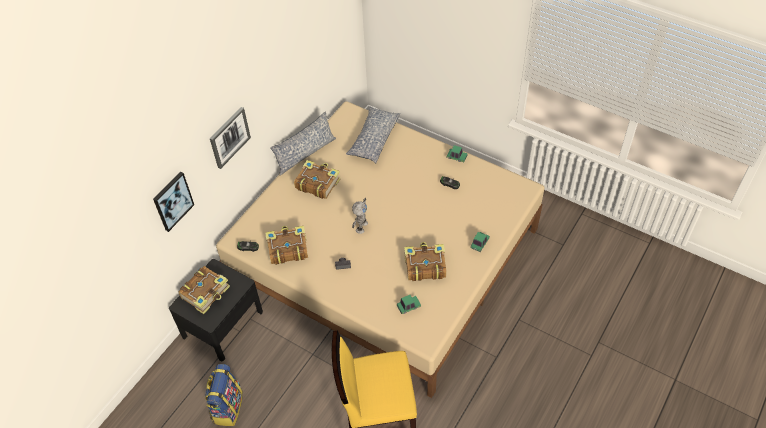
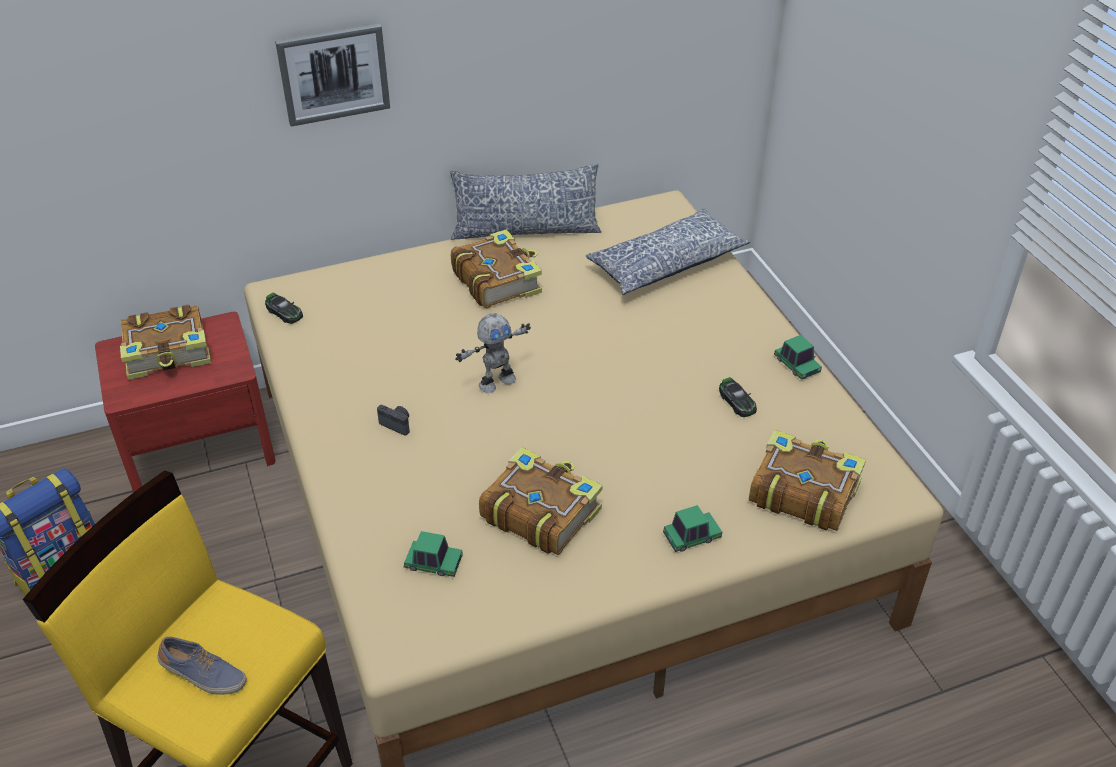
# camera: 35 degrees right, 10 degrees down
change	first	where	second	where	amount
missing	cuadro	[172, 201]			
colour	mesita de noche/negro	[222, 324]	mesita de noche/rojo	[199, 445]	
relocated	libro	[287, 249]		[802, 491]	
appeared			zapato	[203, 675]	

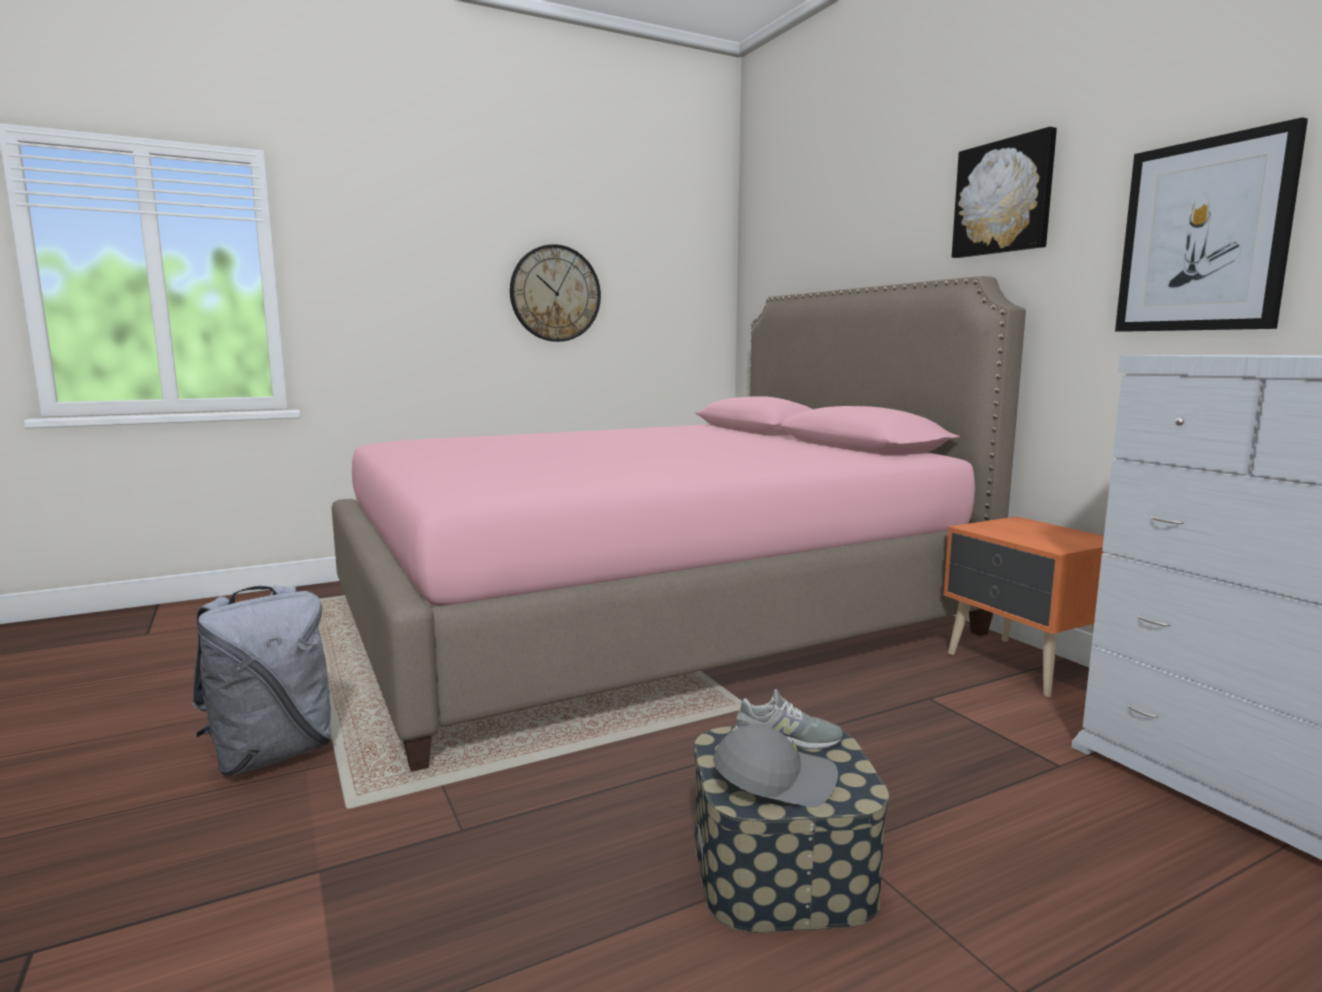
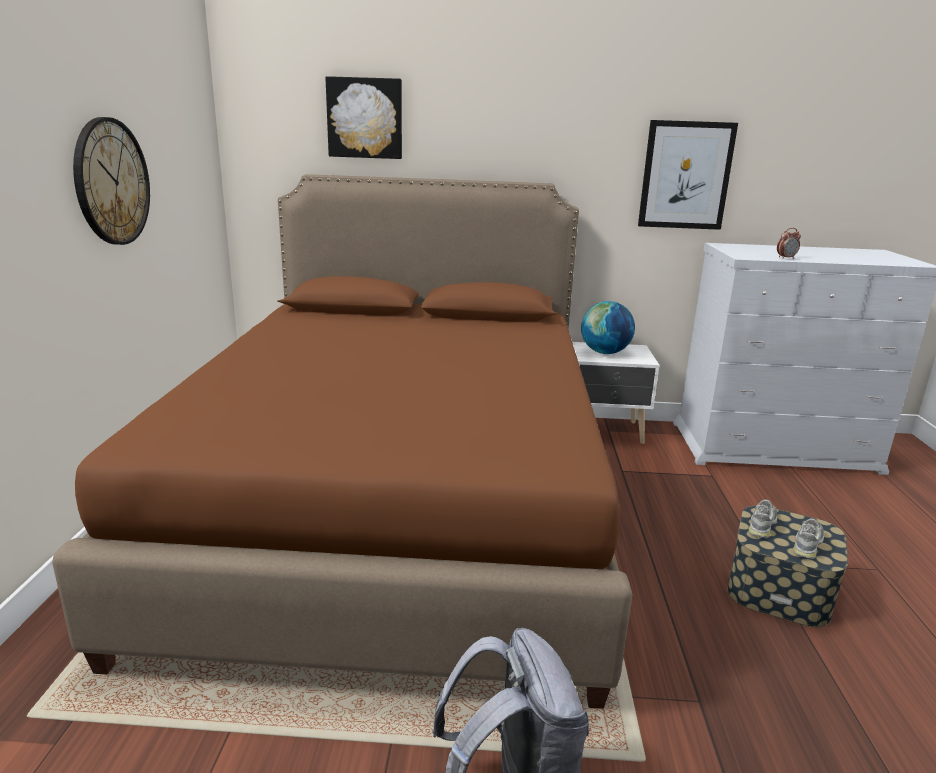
# camera: 60 degrees left, 10 degrees up
change	first	where	second	where	amount
colour	cama/rosa	[649, 617]	cama/marrón	[398, 505]	
exchanged	gorra/gris	[774, 780]	zapato/gris	[808, 544]	
colour	mesita de noche/naranja	[1023, 667]	mesita de noche/blanco	[605, 432]	
relocated	cuadro	[1004, 197]		[365, 118]	
appeared			globo terráqueo	[605, 352]	
appeared			despertador	[786, 258]	

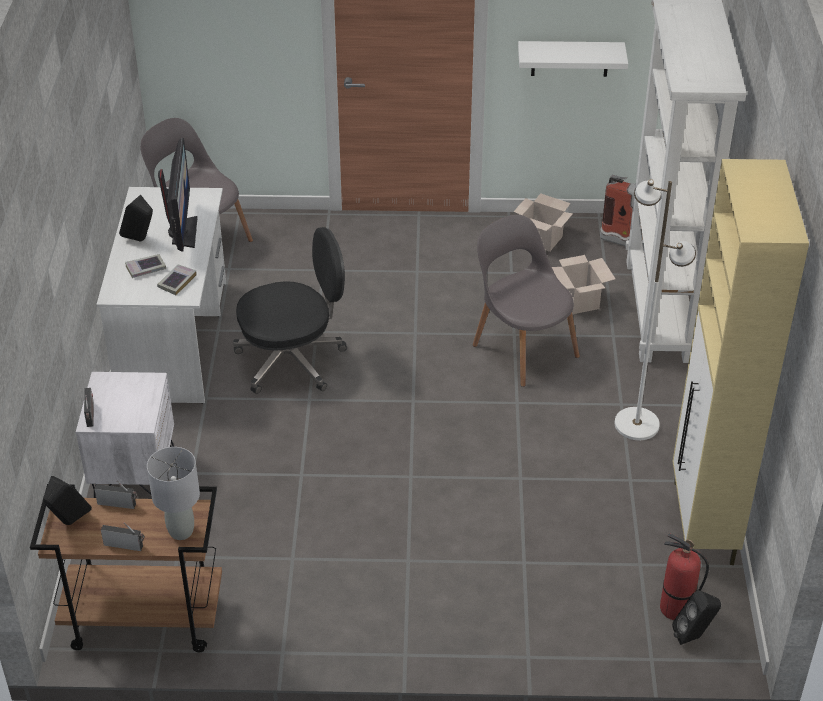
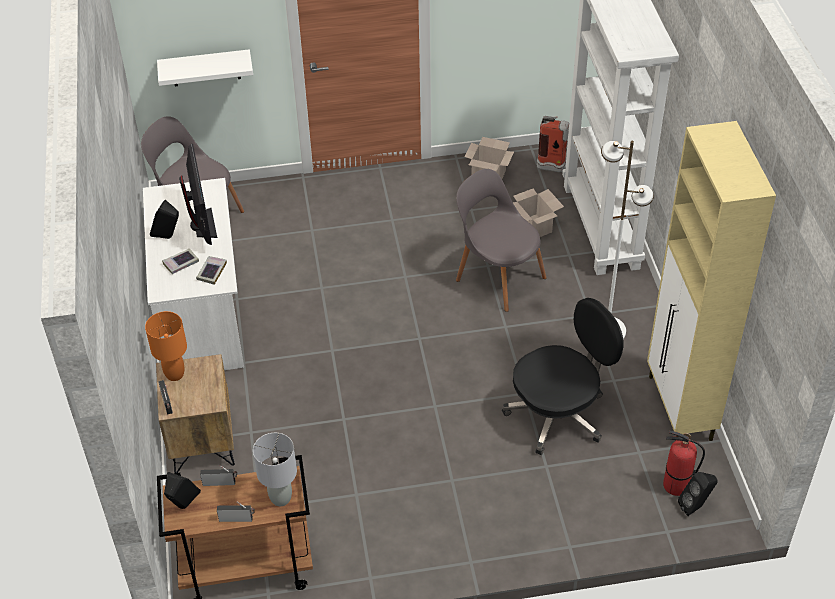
# camera: 10 degrees left, 5 degrees up
change	first	where	second	where	amount
colour	mesita de noche/blanco	[134, 475]	mesita de noche/marrón	[201, 442]	
relocated	silla de oficina/negro	[292, 360]		[558, 414]	
relocated	estante/blanco	[570, 58]		[205, 68]	
appeared			lámpara de mesa/naranja	[175, 374]	

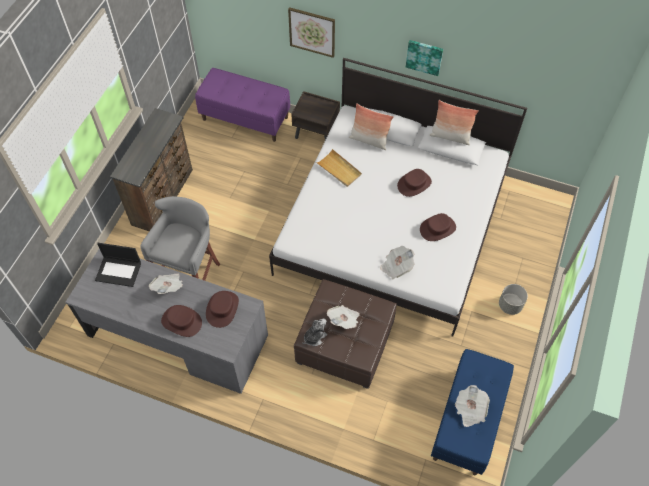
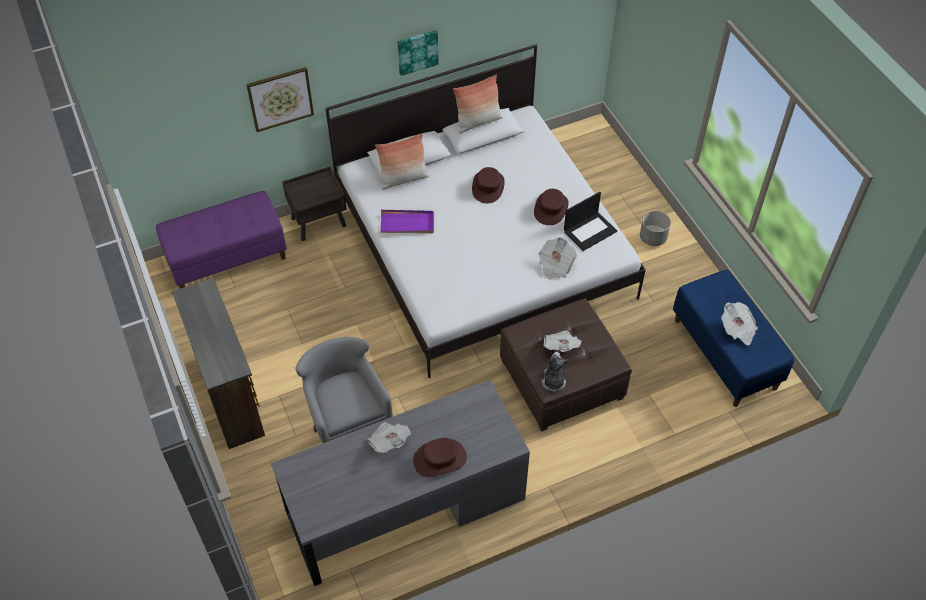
# camera: 45 degrees left, 5 degrees down
change	first	where	second	where	amount
relocated	portátil	[119, 271]		[590, 230]	
missing	sombrero/marrón	[222, 309]			
colour	bandeja/beis	[339, 169]	bandeja/morado	[407, 223]	

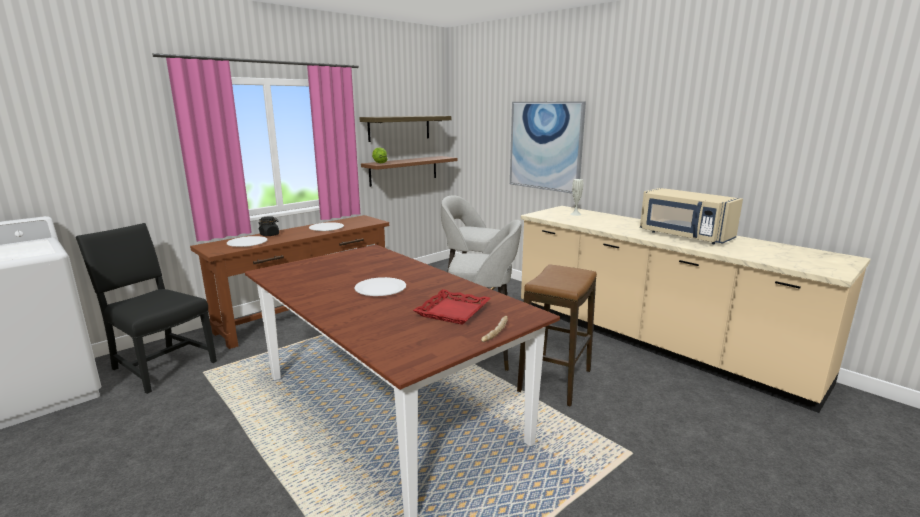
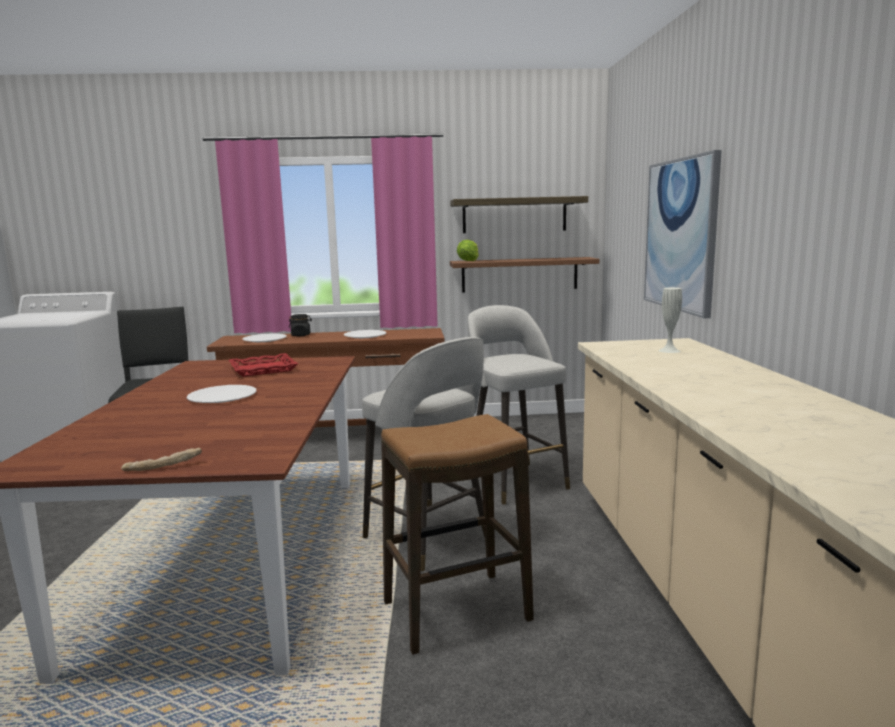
# camera: 40 degrees right, 5 degrees down
change	first	where	second	where	amount
relocated	bandeja/rojo	[452, 311]		[263, 369]	
missing	microondas/beis	[684, 236]			

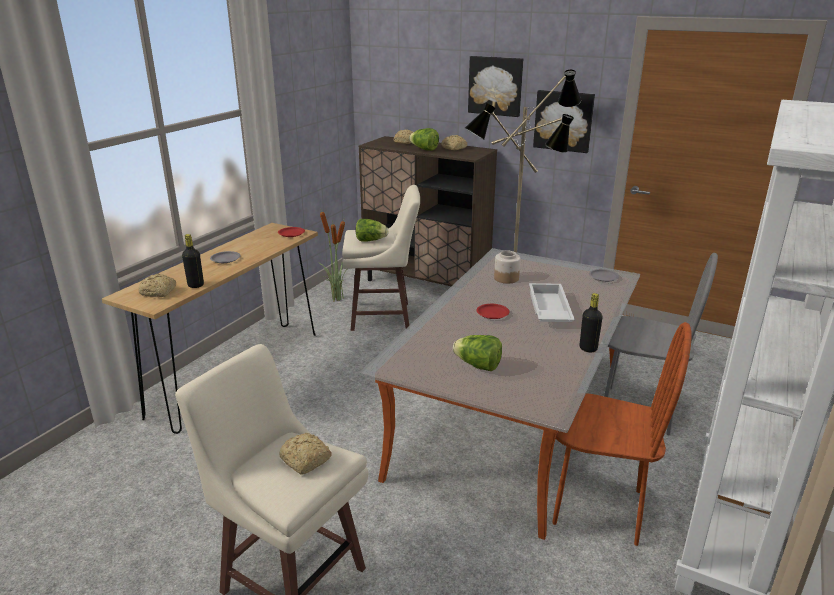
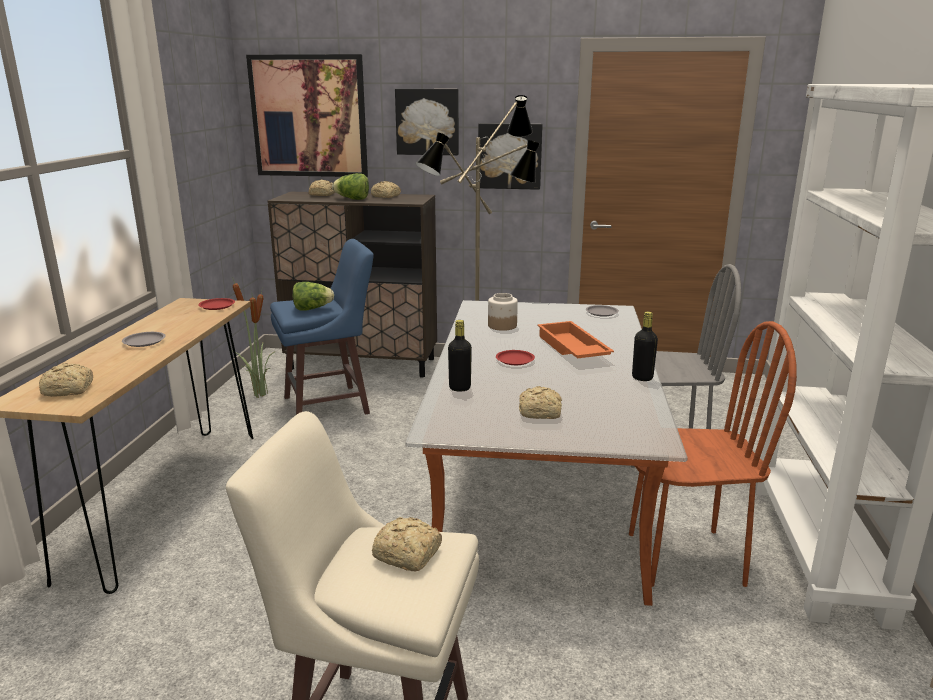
# camera: 20 degrees left, 5 degrees down
change	first	where	second	where	amount
relocated	botella/negro	[195, 285]		[459, 388]	
colour	taburete/beis	[383, 317]	taburete/azul	[329, 405]	
exchanged	lechuga	[478, 366]	pan	[541, 412]	
colour	bandeja/blanco	[548, 310]	bandeja/naranja	[571, 349]	
appeared			cuadro	[309, 116]	

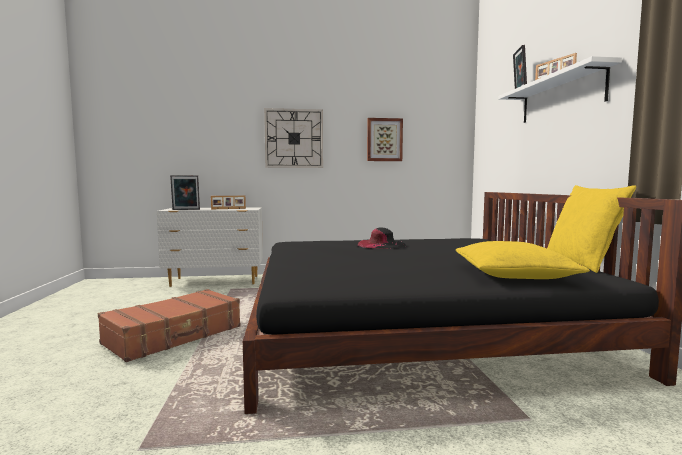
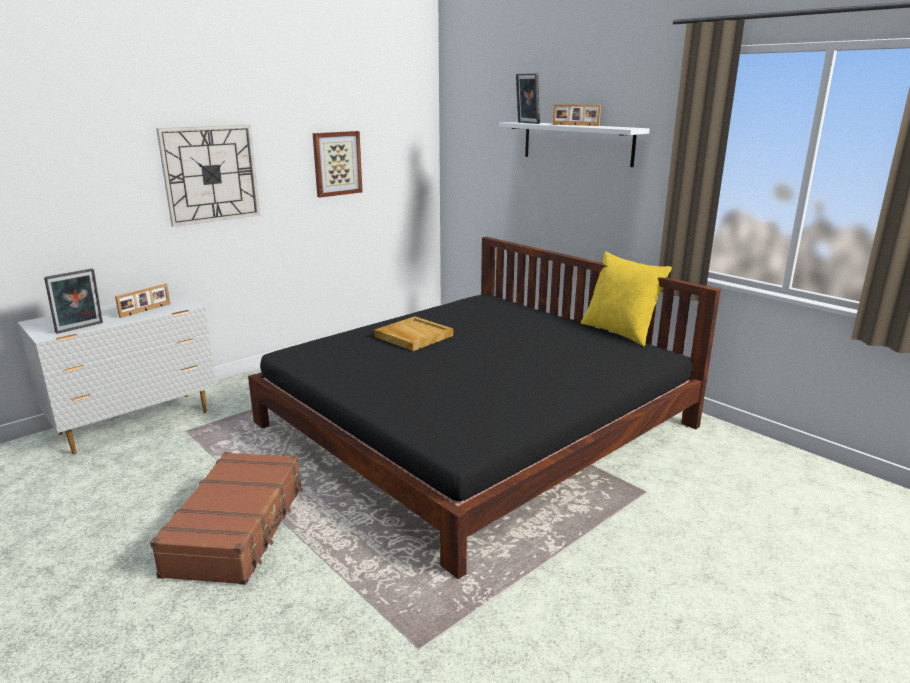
# camera: 35 degrees left, 15 degrees up
change	first	where	second	where	amount
exchanged	sombrero/negro	[381, 244]	bandeja/beis	[413, 336]	
missing	cojín/amarillo	[513, 274]			

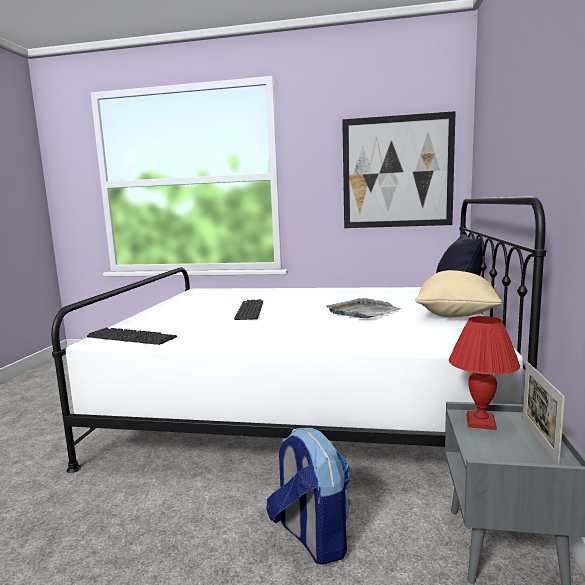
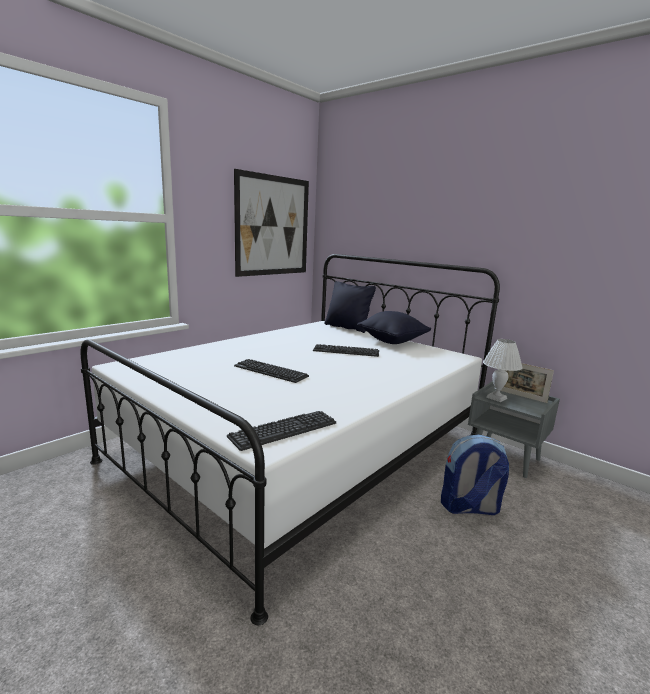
# camera: 60 degrees left, 5 degrees up
change	first	where	second	where	amount
exchanged	bandeja/gris	[363, 312]	teclado	[346, 351]	
colour	cojín/beis	[457, 315]	cojín/negro	[392, 341]	
colour	lámpara de mesa/rojo	[480, 422]	lámpara de mesa/blanco	[496, 398]	

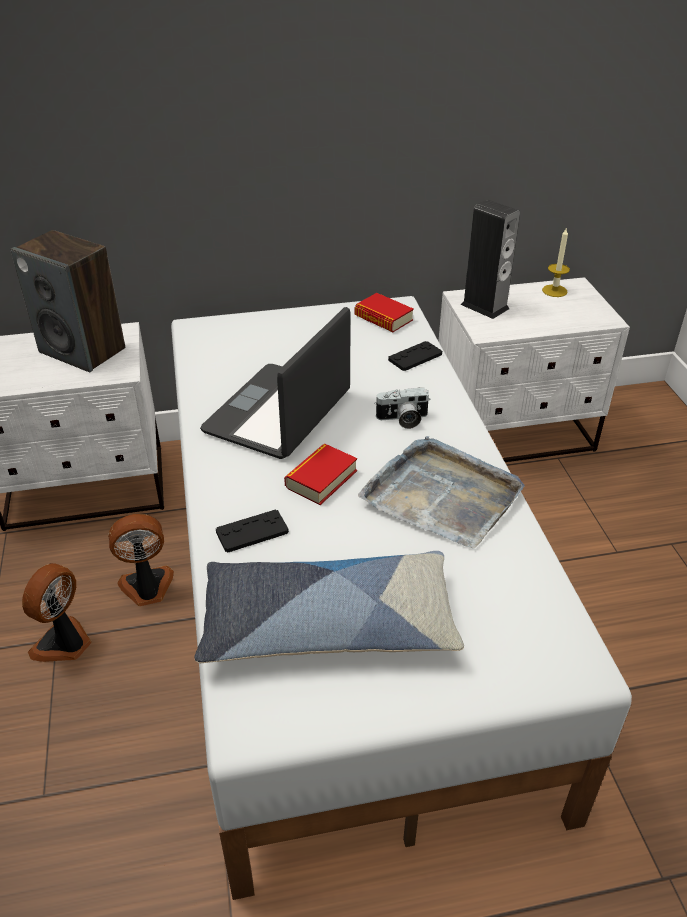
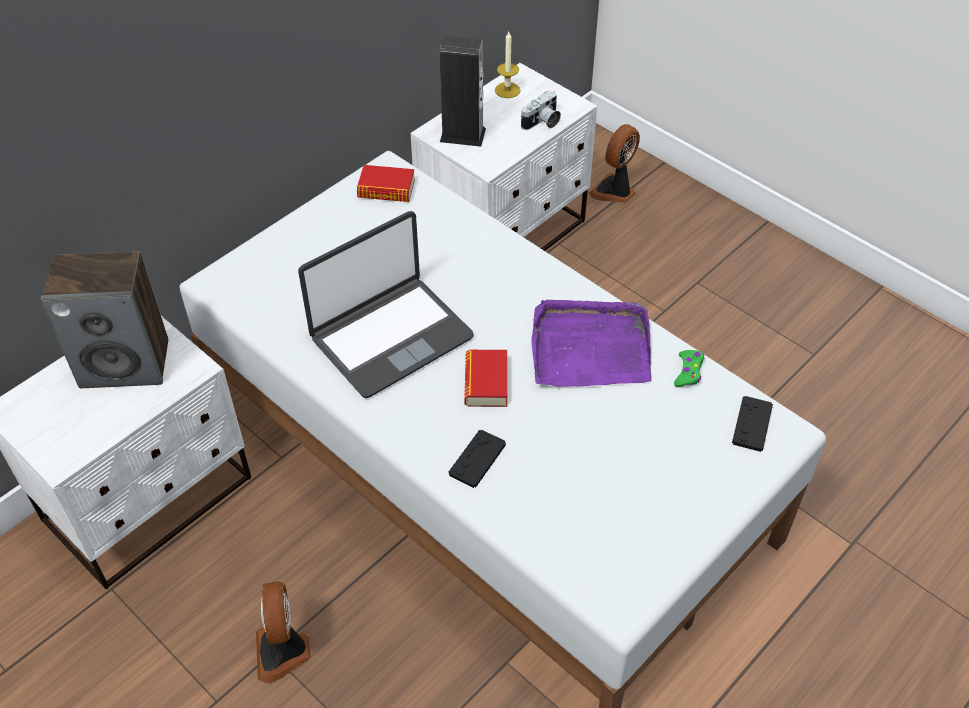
# camera: 35 degrees left, 10 degrees up
change	first	where	second	where	amount
relocated	ventilador	[147, 588]		[614, 191]	
missing	cojín	[327, 623]			
spun	portátil	[279, 413]		[390, 337]	120 degrees counterclockwise
colour	bandeja/gris	[442, 495]	bandeja/morado	[589, 347]	
relocated	cámara	[402, 420]		[542, 122]	
relocated	mando de consola/negro	[415, 357]		[752, 424]	
appeared			mando de consola/verde	[688, 372]	

